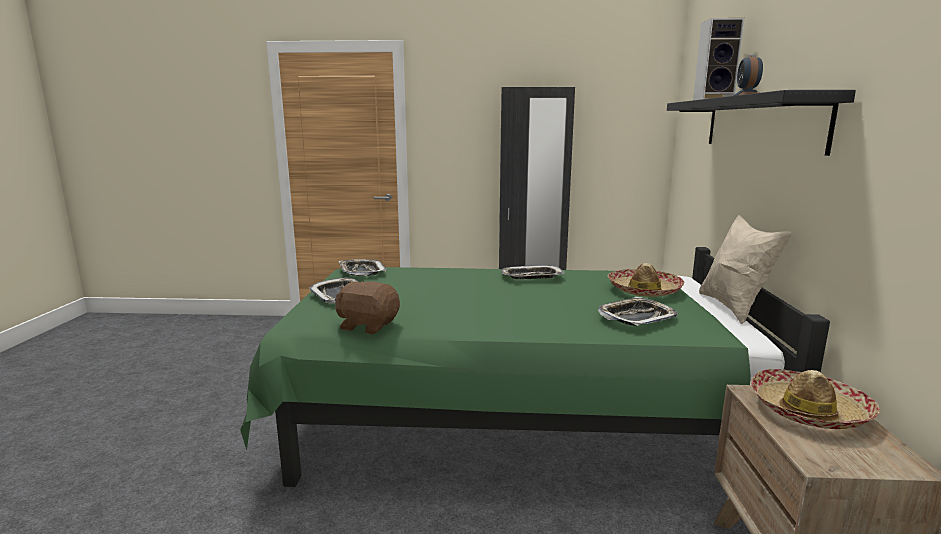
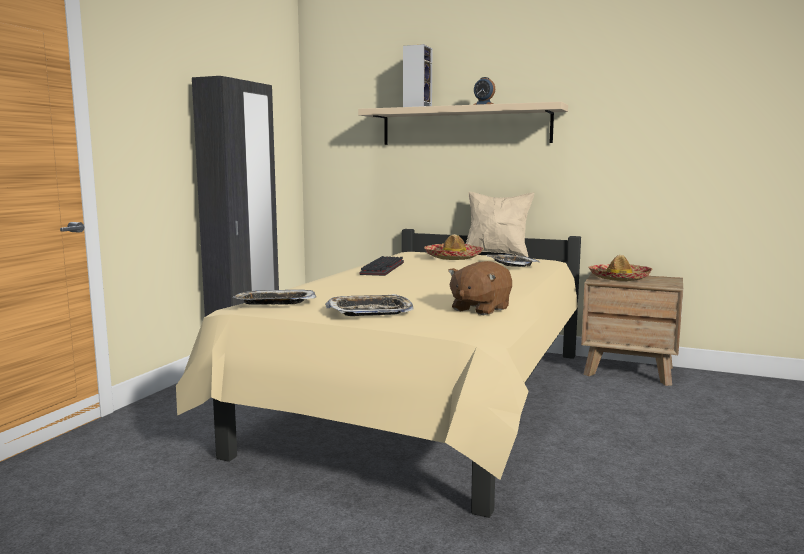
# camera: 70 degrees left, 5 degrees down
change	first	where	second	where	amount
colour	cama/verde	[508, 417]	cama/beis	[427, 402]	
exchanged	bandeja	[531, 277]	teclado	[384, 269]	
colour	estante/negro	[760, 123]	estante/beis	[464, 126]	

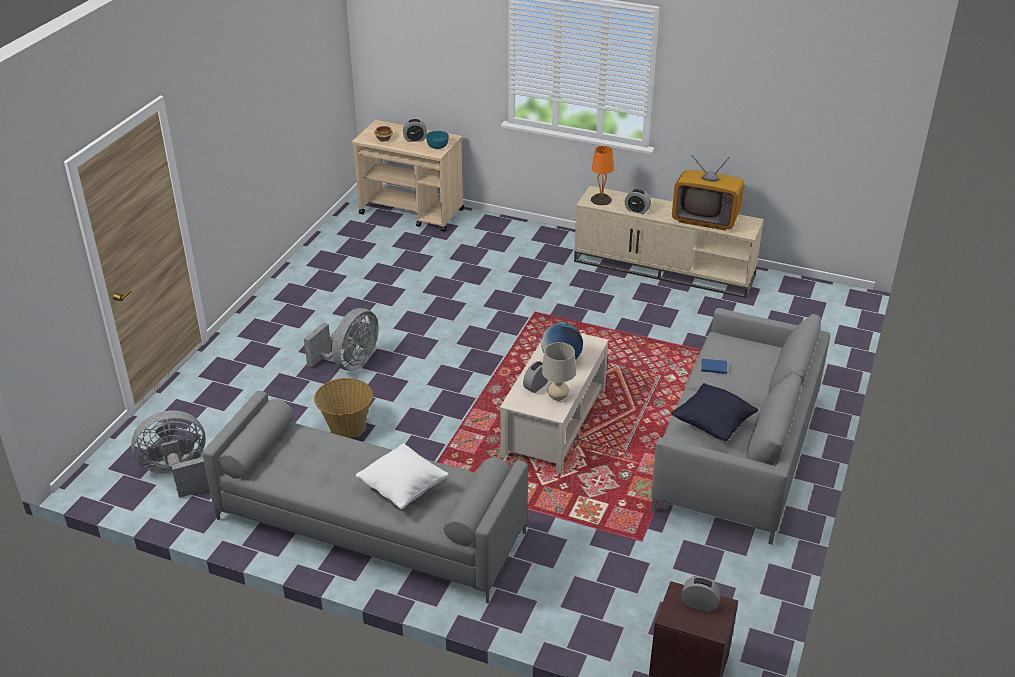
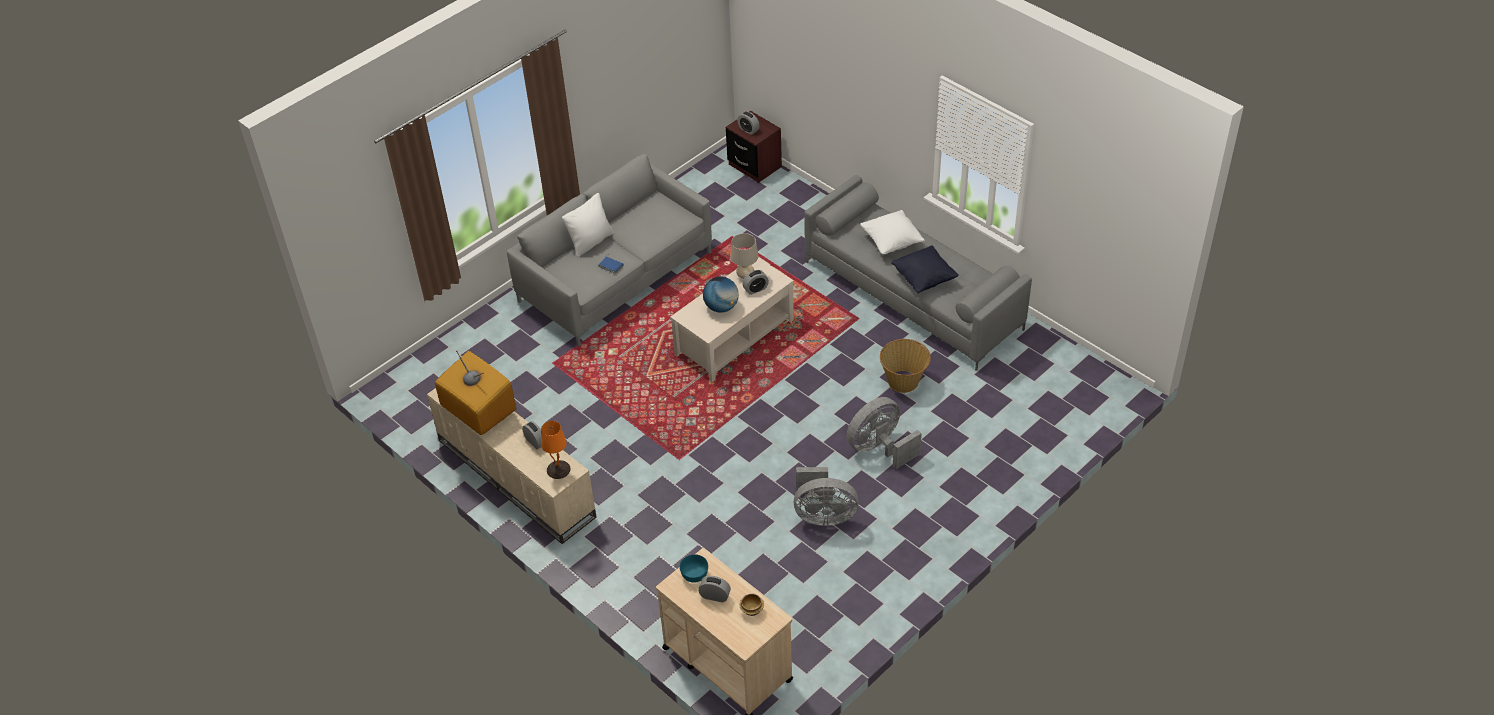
# camera: 155 degrees left, 10 degrees up
change	first	where	second	where	amount
relocated	ventilador/gris	[179, 474]		[823, 515]	
relocated	cojín/negro	[712, 425]		[924, 279]	
appeared			cojín/blanco	[591, 242]	

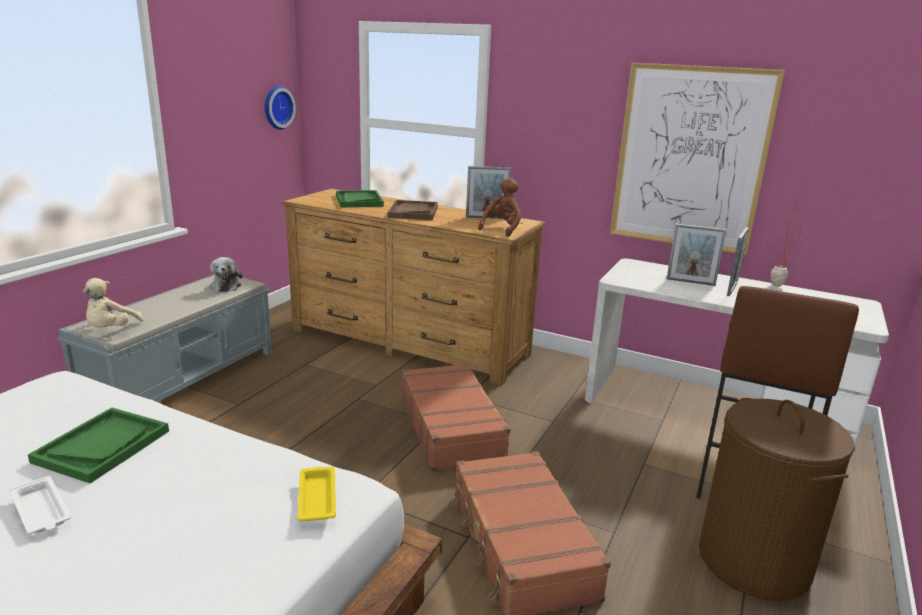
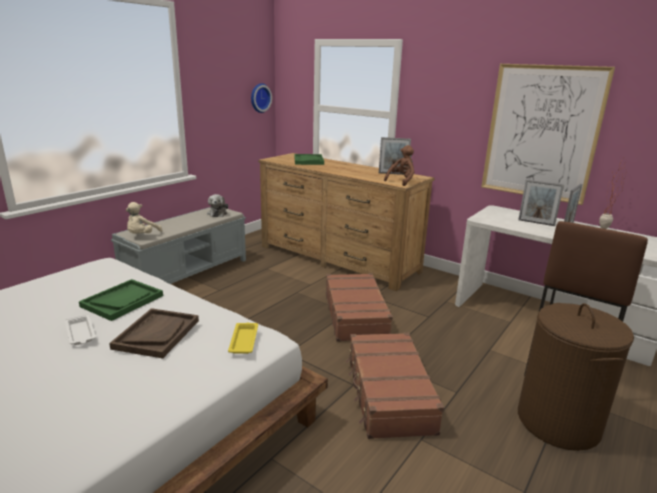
# camera: 10 degrees right, 0 degrees up
change	first	where	second	where	amount
relocated	bandeja/marrón	[413, 212]		[157, 334]	

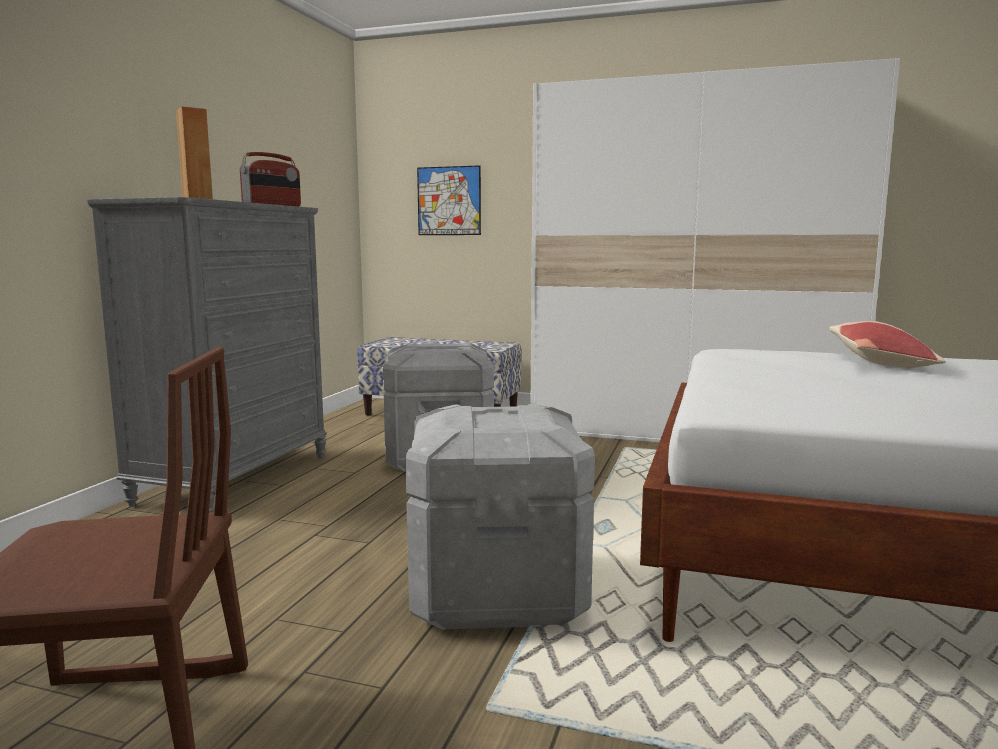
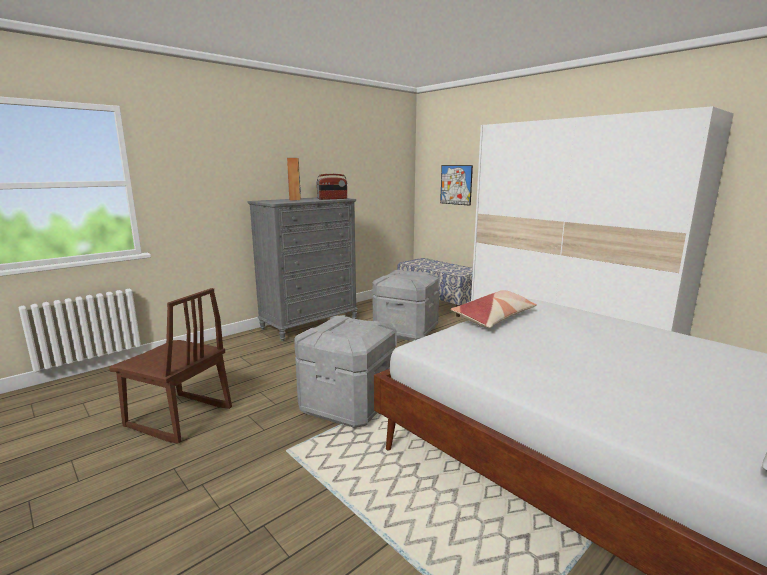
# camera: 30 degrees right, 5 degrees up
change	first	where	second	where	amount
relocated	cojín	[878, 361]		[495, 318]	

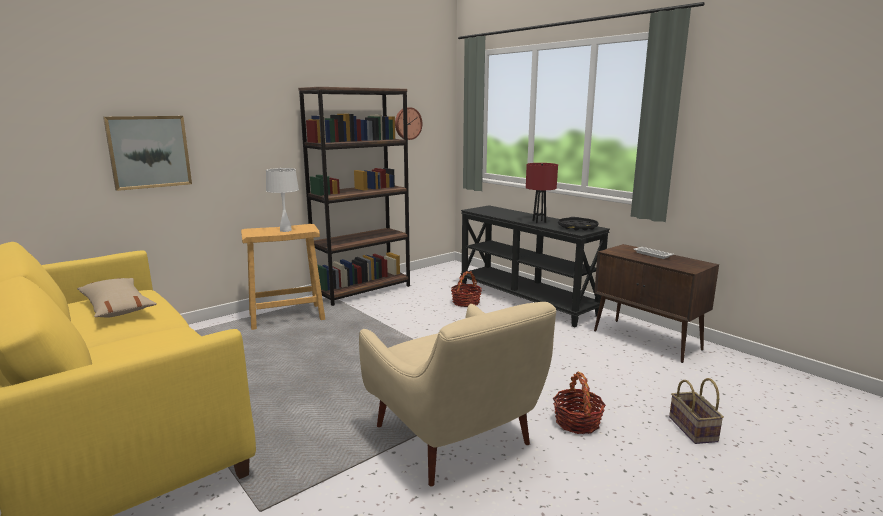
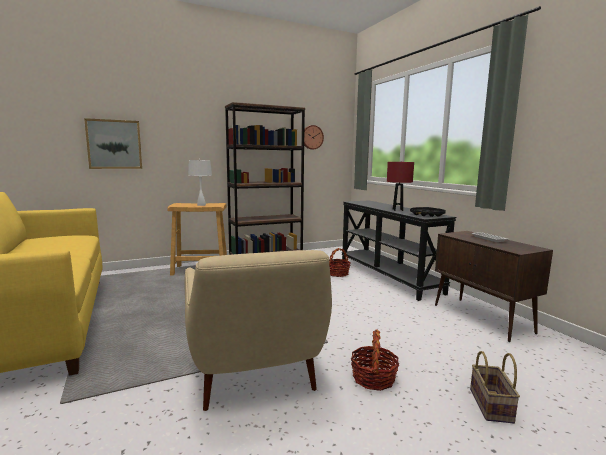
# camera: 15 degrees right, 5 degrees down
change	first	where	second	where	amount
missing	cojín/beis	[117, 307]			

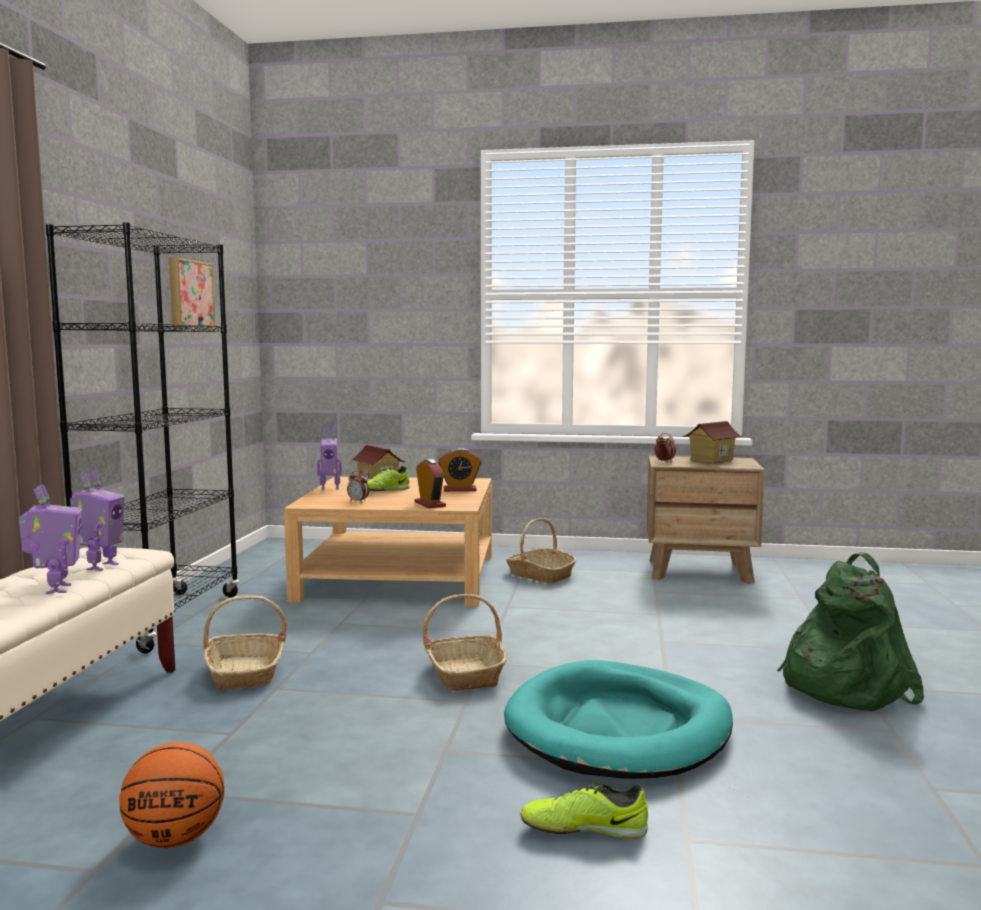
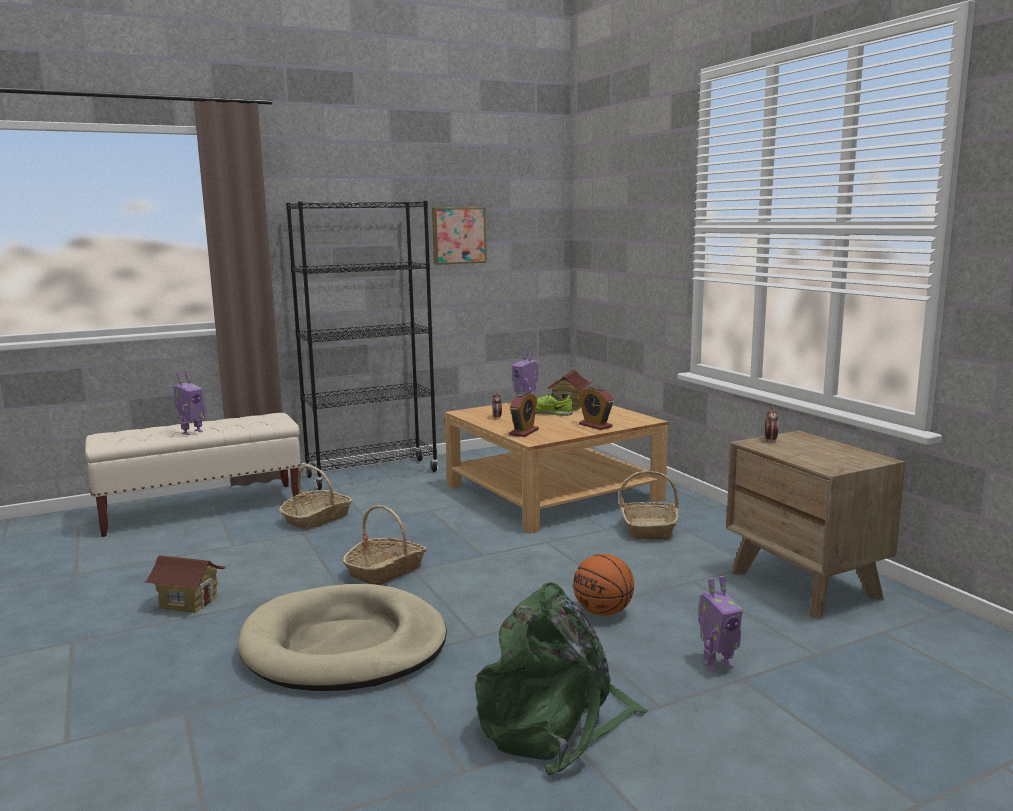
# camera: 55 degrees right, 5 degrees up
change	first	where	second	where	amount
relocated	robot de juguete	[101, 567]		[717, 664]	
relocated	balón de baloncesto	[175, 839]		[603, 612]	
colour	cama para perro/turquesa	[619, 728]	cama para perro/beis	[344, 645]	
missing	zapato	[584, 828]			
relocated	casita	[711, 460]		[189, 602]	

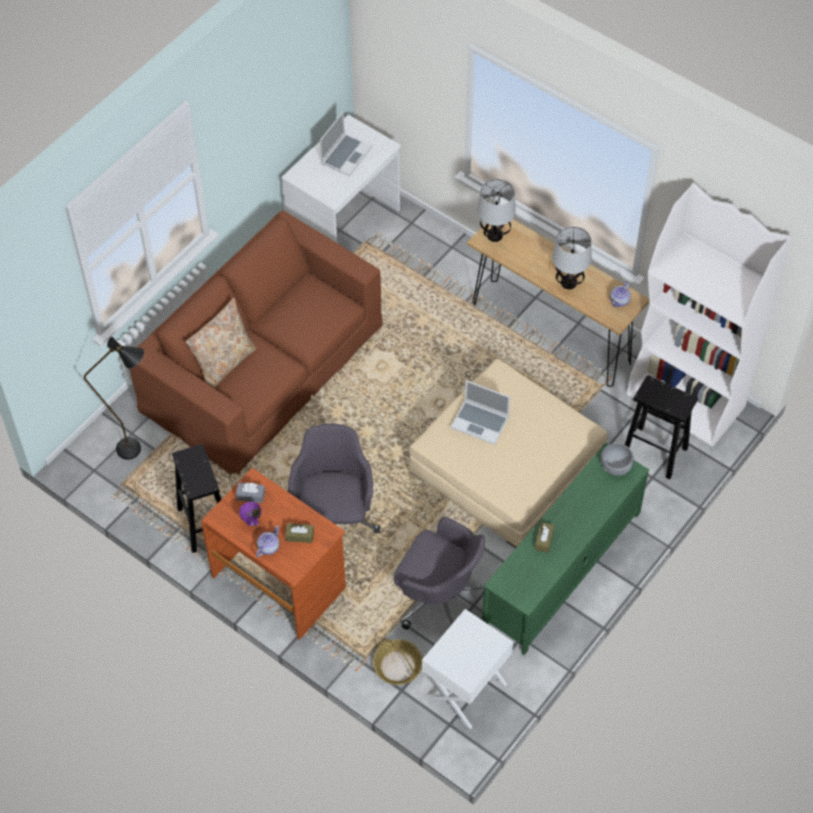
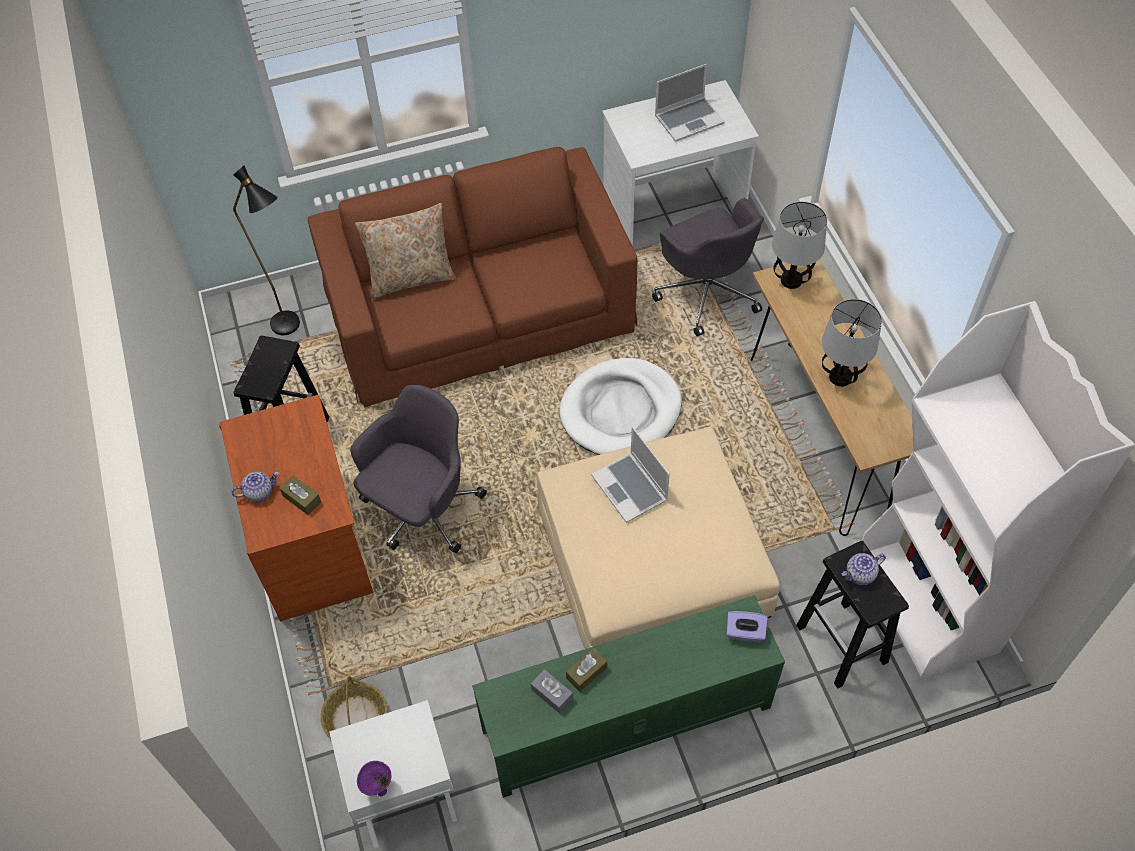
# camera: 35 degrees right, 0 degrees up
change	first	where	second	where	amount
relocated	caja de pañuelos/gris	[250, 495]		[552, 694]	
relocated	cuenco/morado	[252, 522]		[379, 788]	
relocated	silla de oficina/gris	[439, 597]		[707, 291]	
exchanged	cuenco/gris	[616, 466]	caja de pañuelos/morado	[745, 633]	
relocated	tetera	[619, 301]		[860, 575]	
appeared			cama para perro/blanco	[621, 411]	

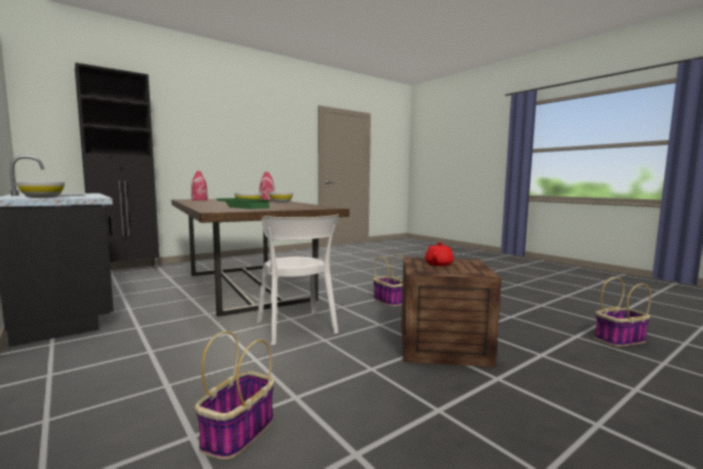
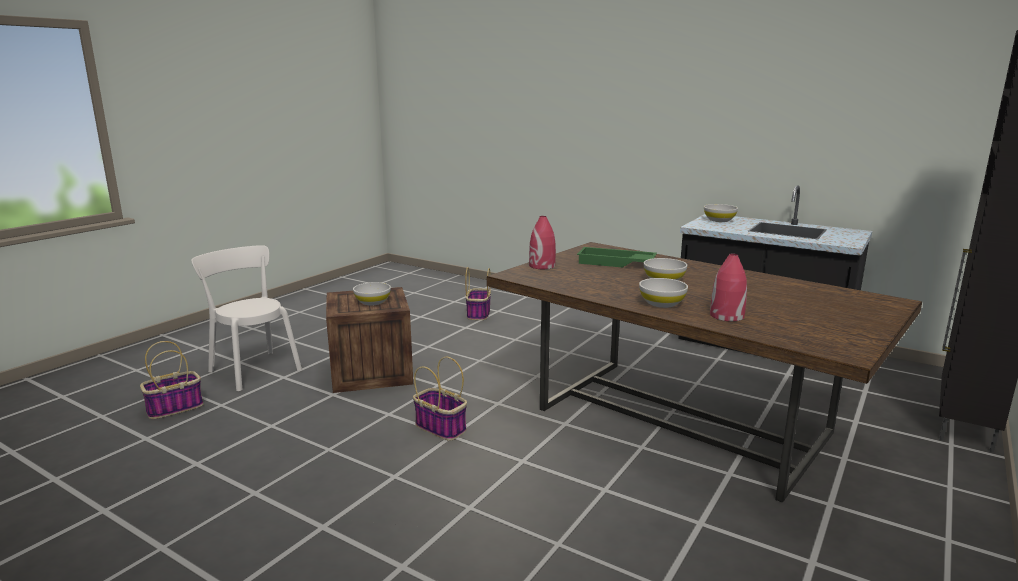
# camera: 160 degrees right, 10 degrees up
change	first	where	second	where	amount
relocated	florero/rojo	[199, 200]		[542, 266]	
relocated	silla/blanco	[297, 328]		[253, 369]	
exchanged	tetera/rojo	[439, 264]	cuenco/blanco	[373, 302]	

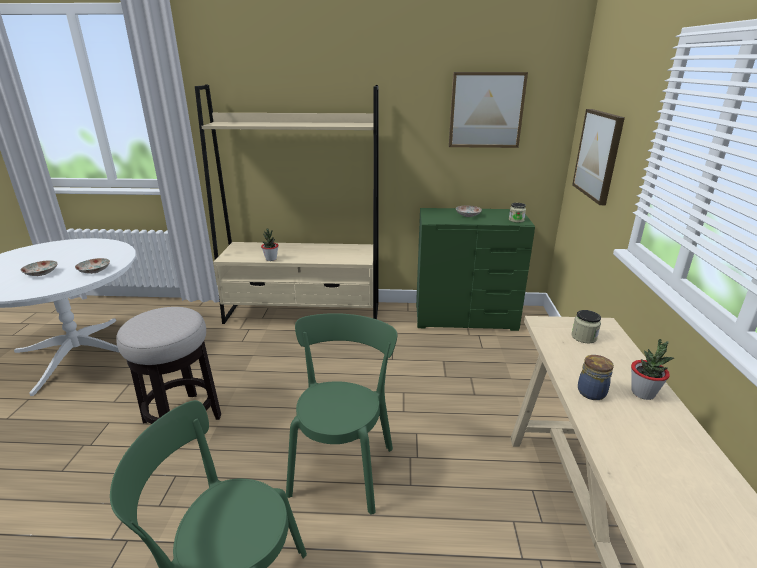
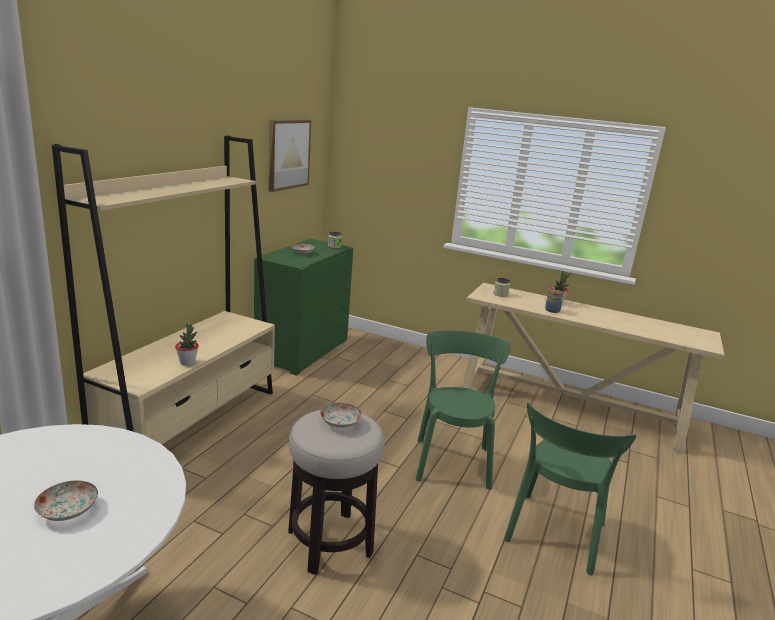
# camera: 70 degrees left, 5 degrees down
change	first	where	second	where	amount
relocated	plato	[94, 271]		[341, 422]	
spun	silla/verde	[343, 466]		[452, 460]	60 degrees clockwise
missing	cuadro	[598, 155]			

